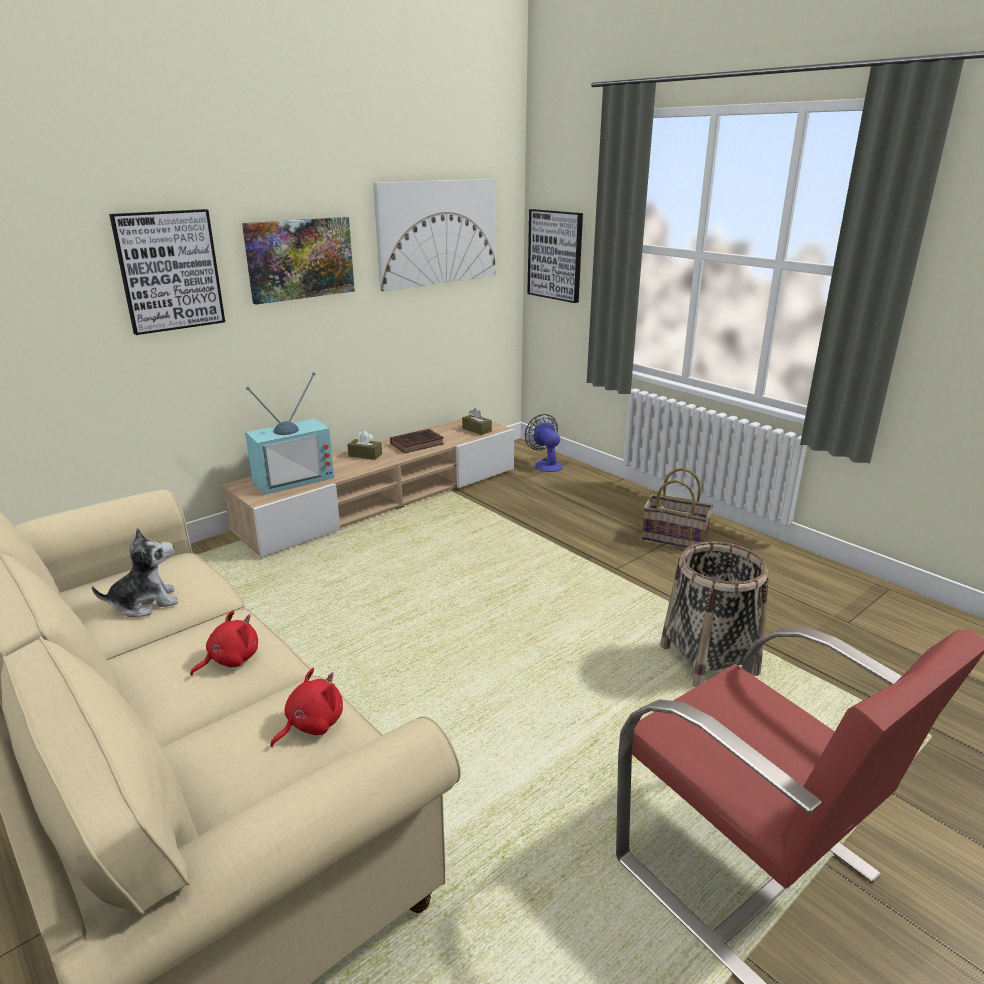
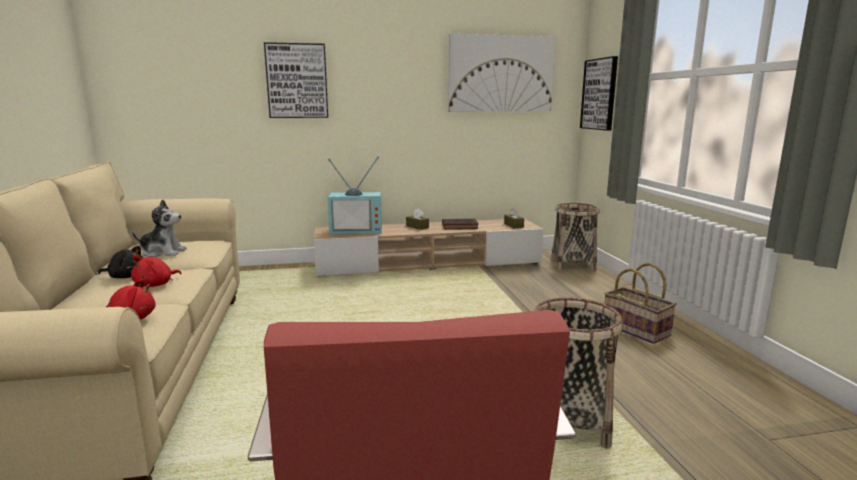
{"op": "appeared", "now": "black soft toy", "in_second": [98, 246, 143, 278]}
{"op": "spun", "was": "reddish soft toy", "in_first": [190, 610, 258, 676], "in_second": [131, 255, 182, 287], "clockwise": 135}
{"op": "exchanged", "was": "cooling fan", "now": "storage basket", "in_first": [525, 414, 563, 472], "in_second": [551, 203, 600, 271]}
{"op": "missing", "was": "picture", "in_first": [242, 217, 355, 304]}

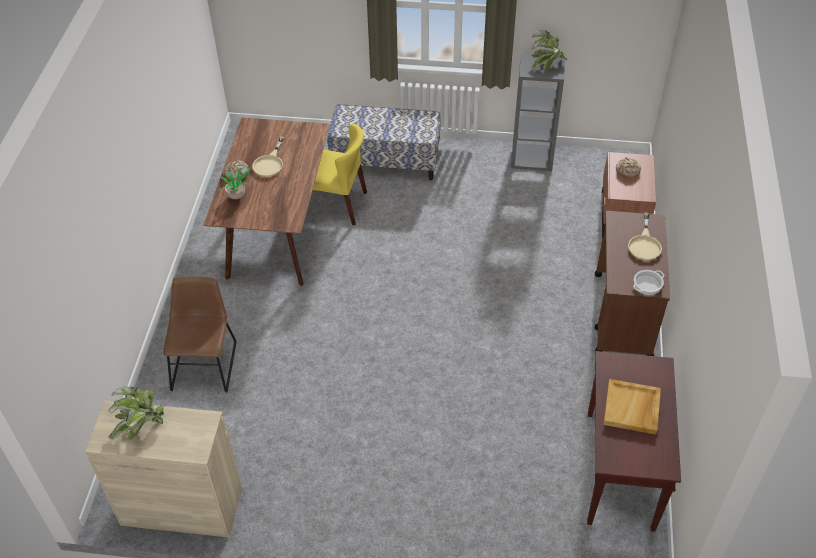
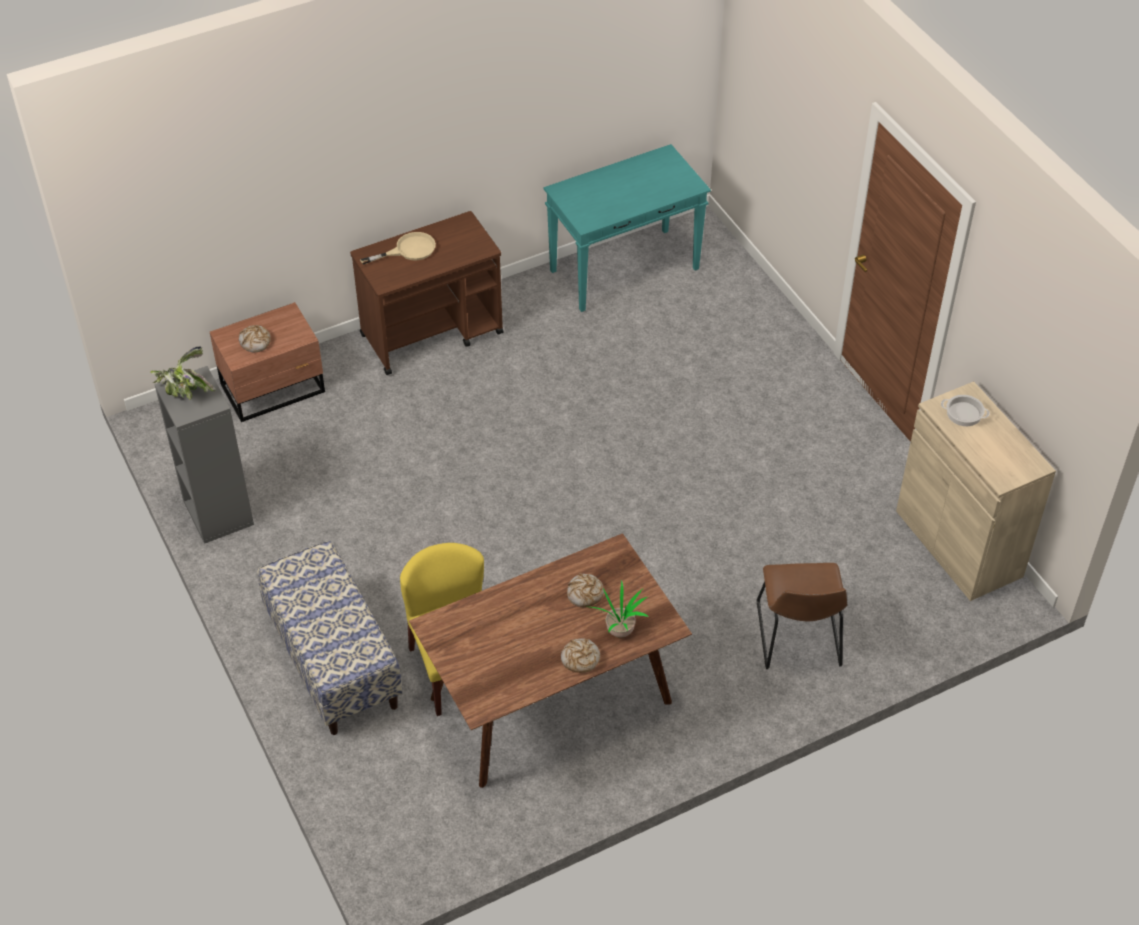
{"op": "colour", "was": "brown narrow table", "now": "blue-green narrow table", "in_first": [587, 351, 681, 532], "in_second": [544, 144, 711, 312]}
{"op": "appeared", "now": "baked bread", "in_second": [567, 573, 604, 607]}
{"op": "spun", "was": "brown plain chair", "in_first": [163, 276, 237, 392], "in_second": [757, 563, 848, 669], "clockwise": -60}
{"op": "relocated", "was": "cooking pot", "in_first": [633, 270, 665, 295], "in_second": [941, 395, 990, 427]}
{"op": "missing", "was": "plant in a pot", "in_first": [108, 386, 164, 440]}
{"op": "missing", "was": "sand-coloured skillet", "in_first": [252, 136, 285, 177]}
{"op": "missing", "was": "sand-coloured tray", "in_first": [603, 379, 661, 434]}

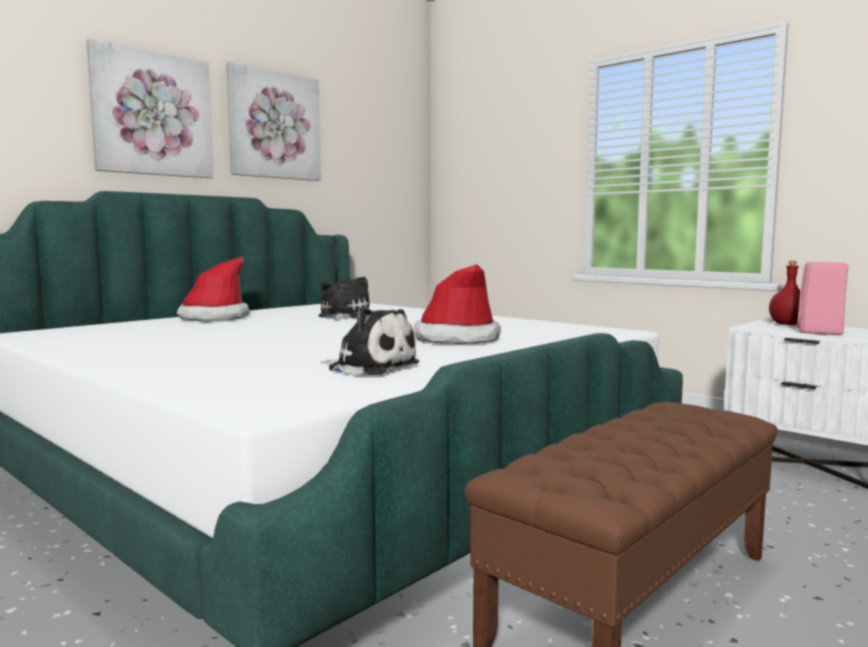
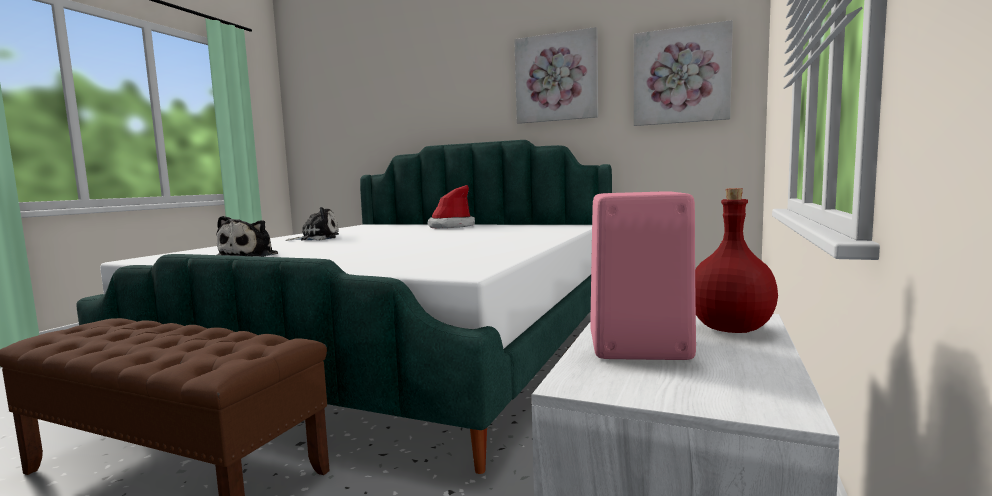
{"op": "relocated", "was": "soft toy", "in_first": [319, 276, 370, 321], "in_second": [286, 207, 339, 241]}
{"op": "relocated", "was": "picture", "in_first": [86, 38, 214, 178], "in_second": [634, 20, 733, 126]}
{"op": "missing", "was": "clothing hat", "in_first": [414, 264, 501, 344]}

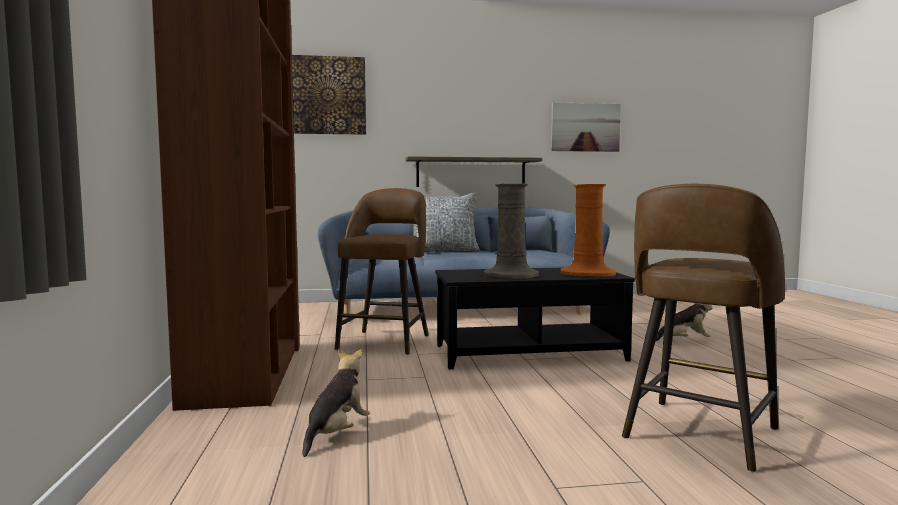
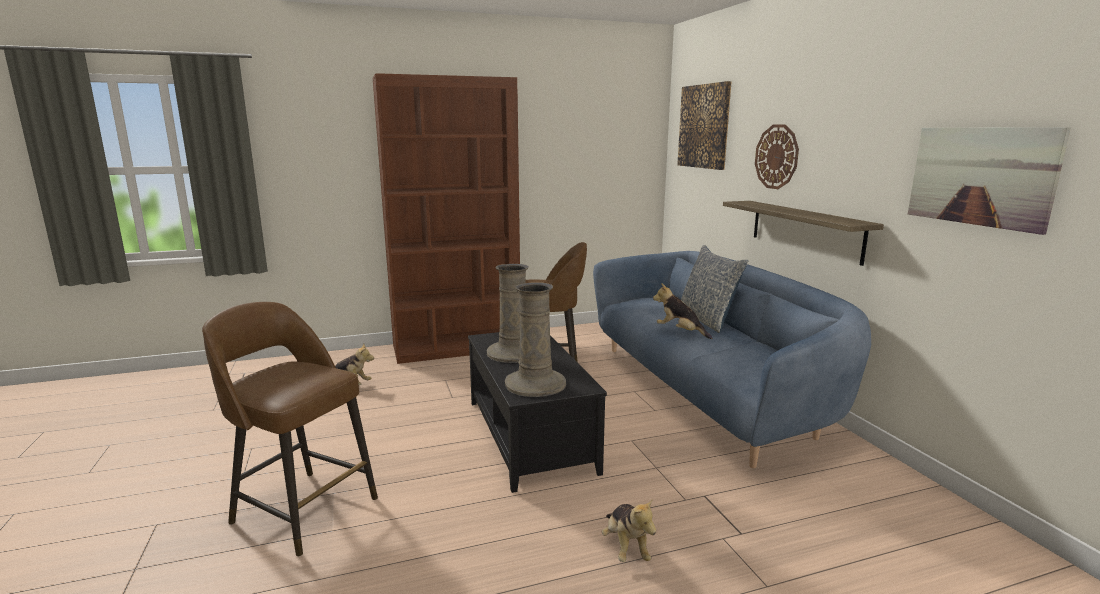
{"op": "colour", "was": "orangey flower vase", "now": "sand-coloured flower vase", "in_first": [560, 184, 616, 277], "in_second": [505, 282, 566, 397]}
{"op": "appeared", "now": "soft toy", "in_second": [653, 283, 712, 339]}
{"op": "appeared", "now": "hanging clock", "in_second": [755, 124, 799, 189]}

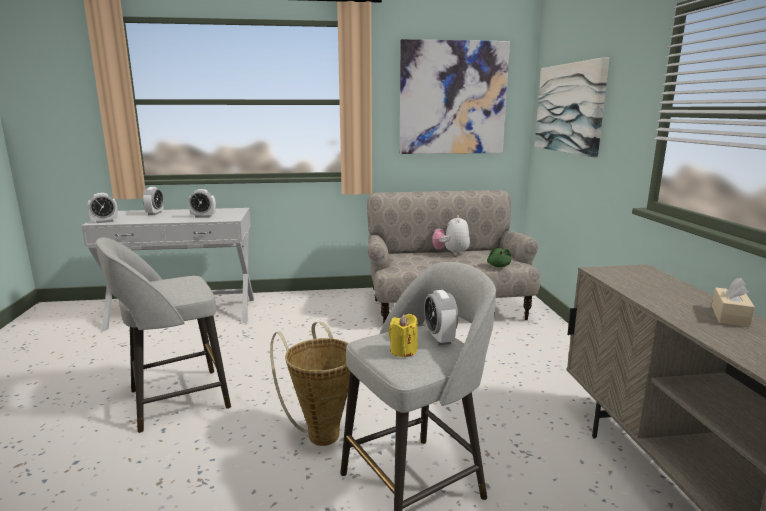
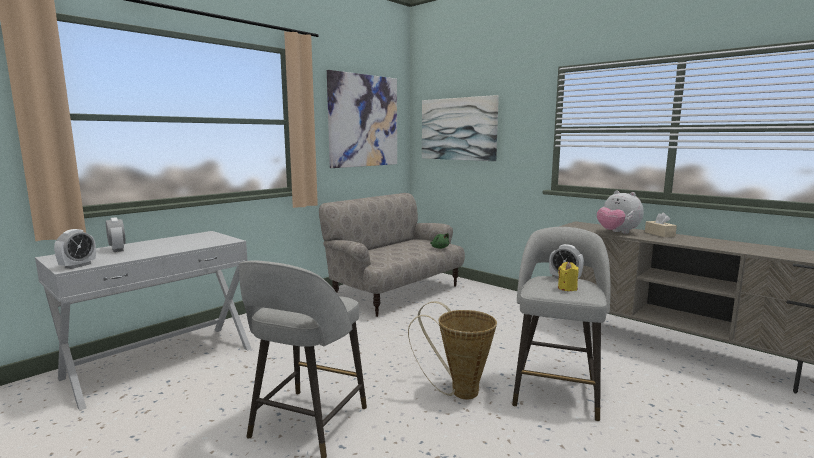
{"op": "relocated", "was": "soft toy", "in_first": [432, 215, 470, 256], "in_second": [597, 190, 644, 234]}
{"op": "missing", "was": "alarm clock", "in_first": [188, 189, 216, 218]}

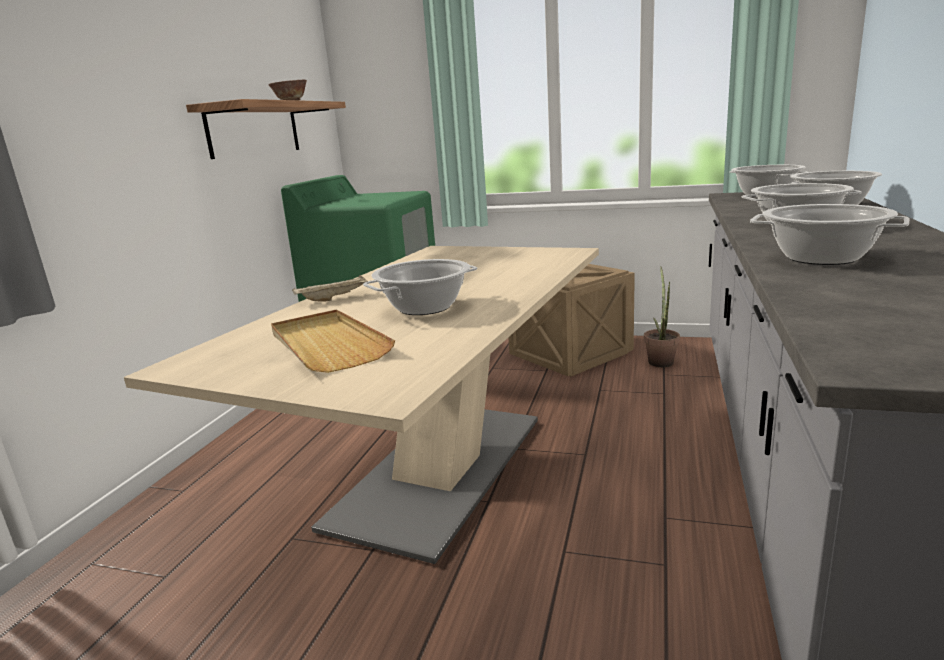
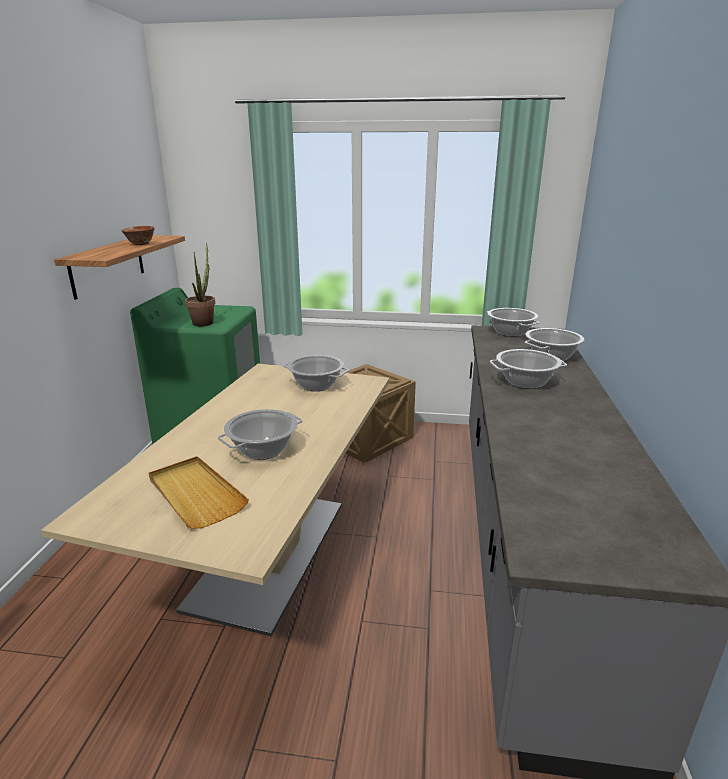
{"op": "relocated", "was": "plant in a pot", "in_first": [644, 266, 680, 367], "in_second": [185, 242, 215, 326]}
{"op": "relocated", "was": "cooking pot", "in_first": [750, 204, 910, 265], "in_second": [283, 355, 349, 391]}
{"op": "missing", "was": "sand-coloured tray", "in_first": [292, 275, 371, 301]}

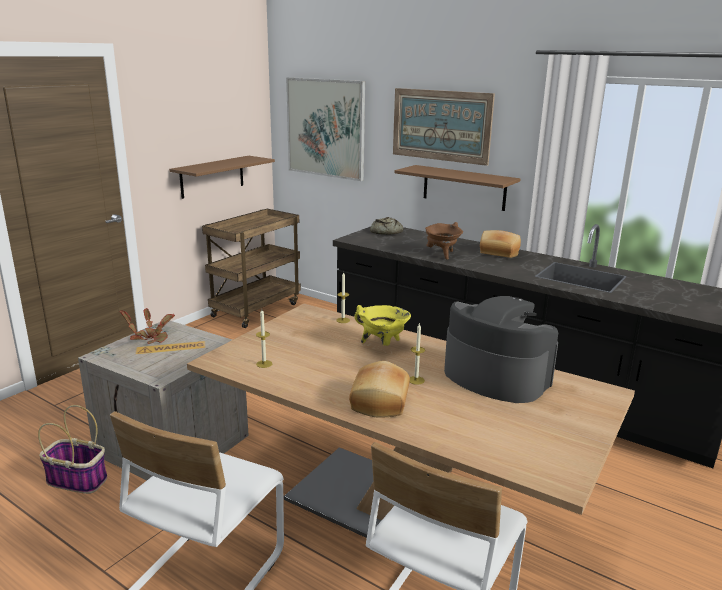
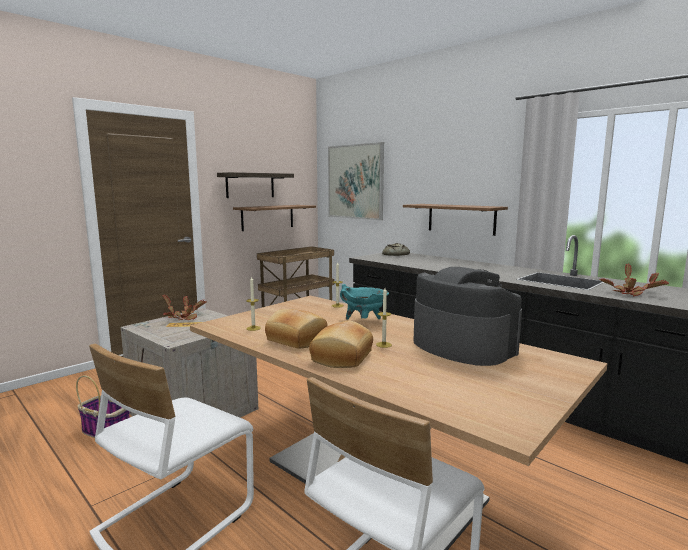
{"op": "appeared", "now": "bracket shelf", "in_second": [217, 172, 294, 198]}
{"op": "relocated", "was": "baked bread", "in_first": [480, 230, 521, 258], "in_second": [265, 309, 328, 349]}
{"op": "colour", "was": "yellow-coloured cooking pot", "now": "blue-green cooking pot", "in_first": [355, 305, 411, 346], "in_second": [340, 284, 389, 320]}
{"op": "appeared", "now": "plant in a pot", "in_second": [600, 264, 669, 296]}
{"op": "missing", "was": "picture", "in_first": [393, 88, 495, 166]}
{"op": "missing", "was": "brown cooking pot", "in_first": [425, 222, 463, 260]}

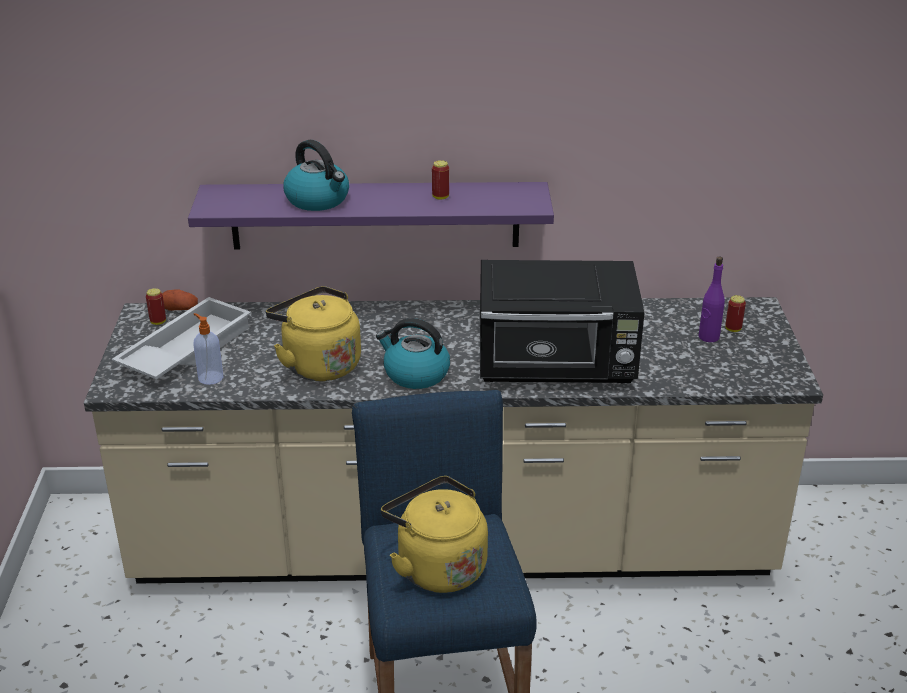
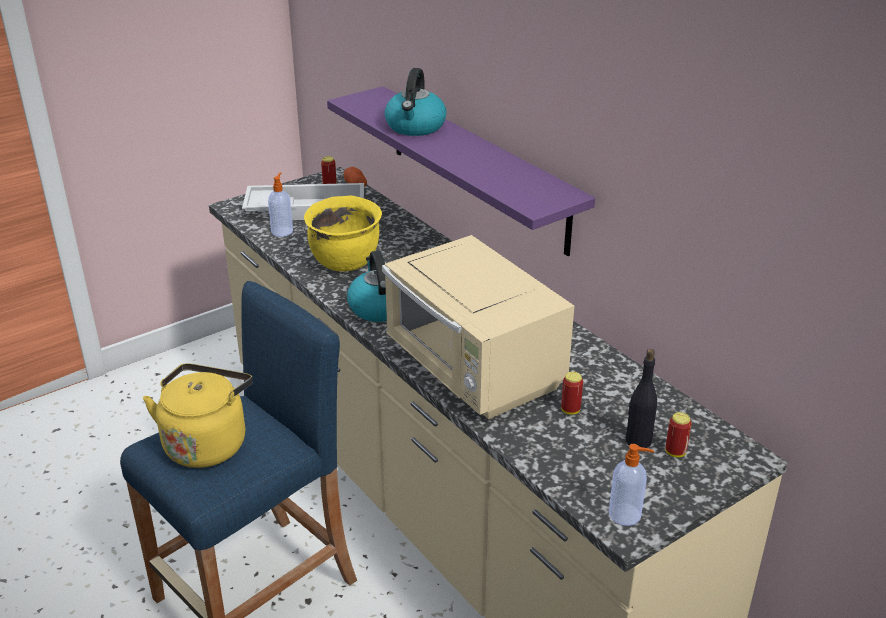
{"op": "exchanged", "was": "yellow-coloured kettle", "now": "yellow-coloured cooking pot", "in_first": [266, 286, 361, 381], "in_second": [304, 196, 382, 272]}
{"op": "colour", "was": "black kitchen microwave", "now": "sand-coloured kitchen microwave", "in_first": [480, 260, 645, 383], "in_second": [382, 235, 574, 419]}
{"op": "relocated", "was": "metal can", "in_first": [432, 160, 449, 200], "in_second": [561, 372, 583, 415]}
{"op": "appeared", "now": "liquid soap bottle", "in_second": [609, 444, 654, 526]}
{"op": "colour", "was": "purple bottle", "now": "black bottle", "in_first": [698, 256, 725, 342], "in_second": [626, 349, 657, 448]}

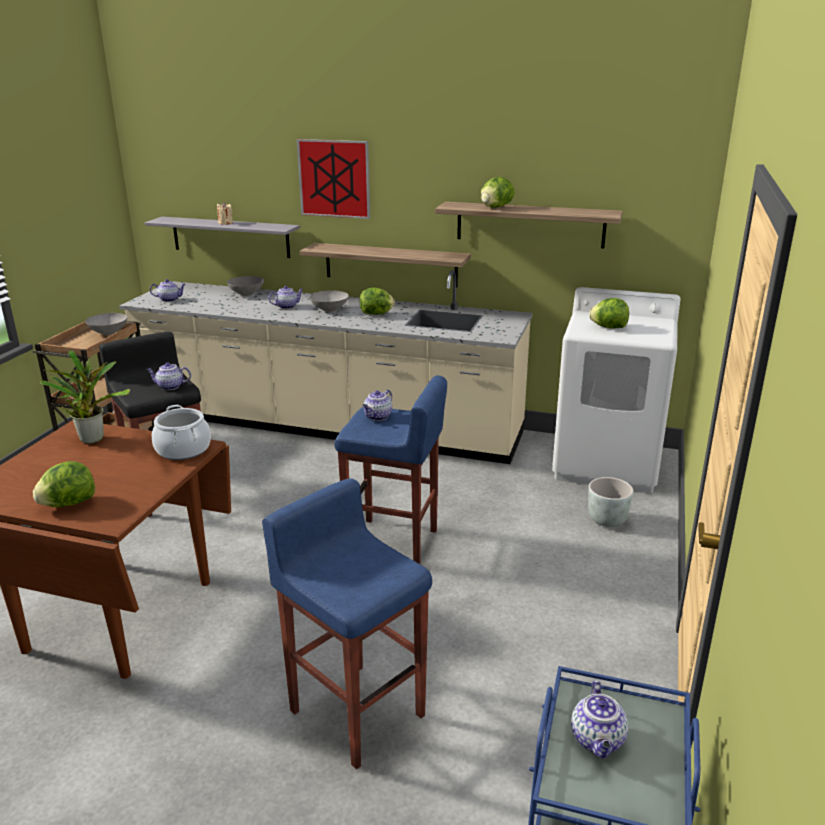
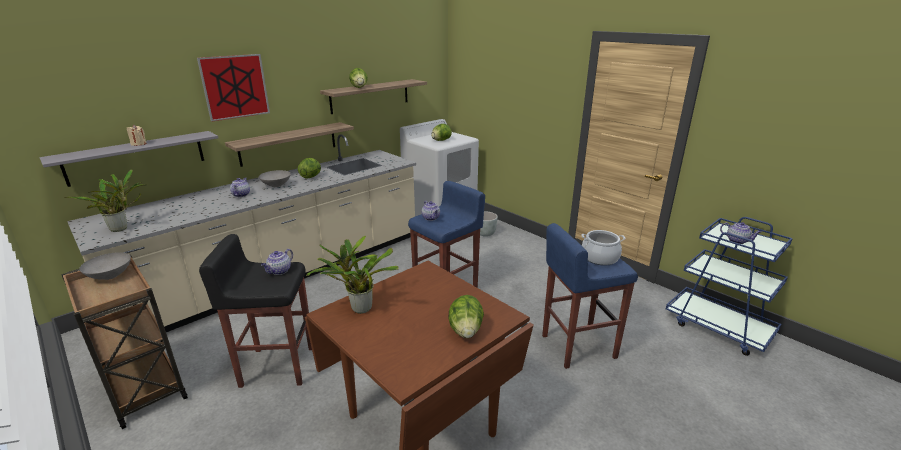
{"op": "exchanged", "was": "pot for tea", "now": "plant in a pot", "in_first": [150, 279, 186, 302], "in_second": [64, 169, 147, 232]}
{"op": "relocated", "was": "cooking pot", "in_first": [152, 405, 211, 460], "in_second": [581, 230, 626, 266]}
{"op": "missing", "was": "greyish serving bowl", "in_first": [227, 276, 264, 296]}

